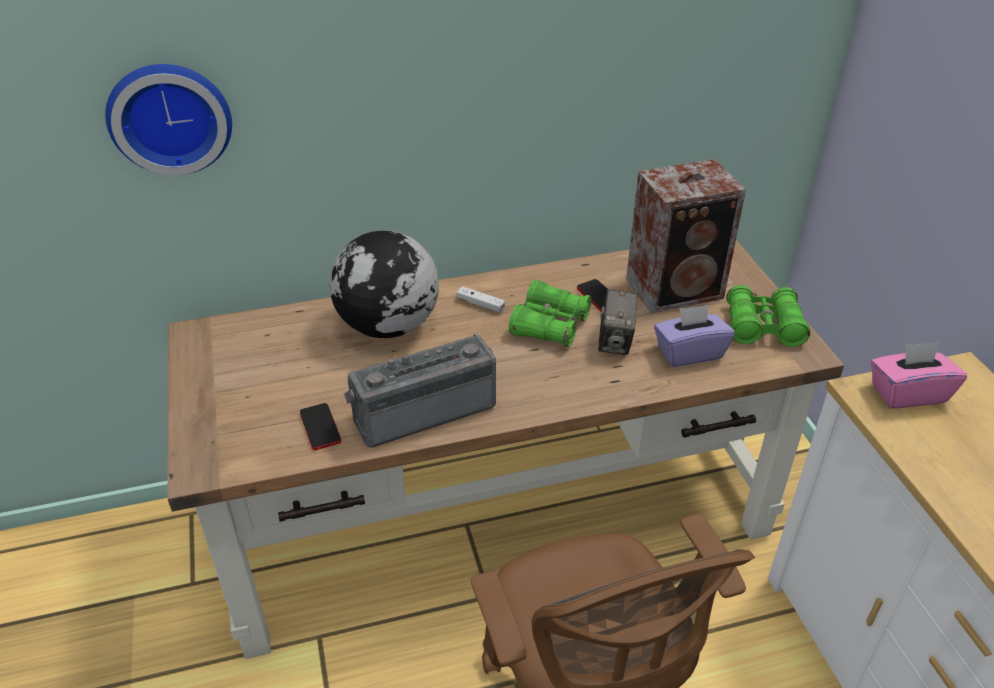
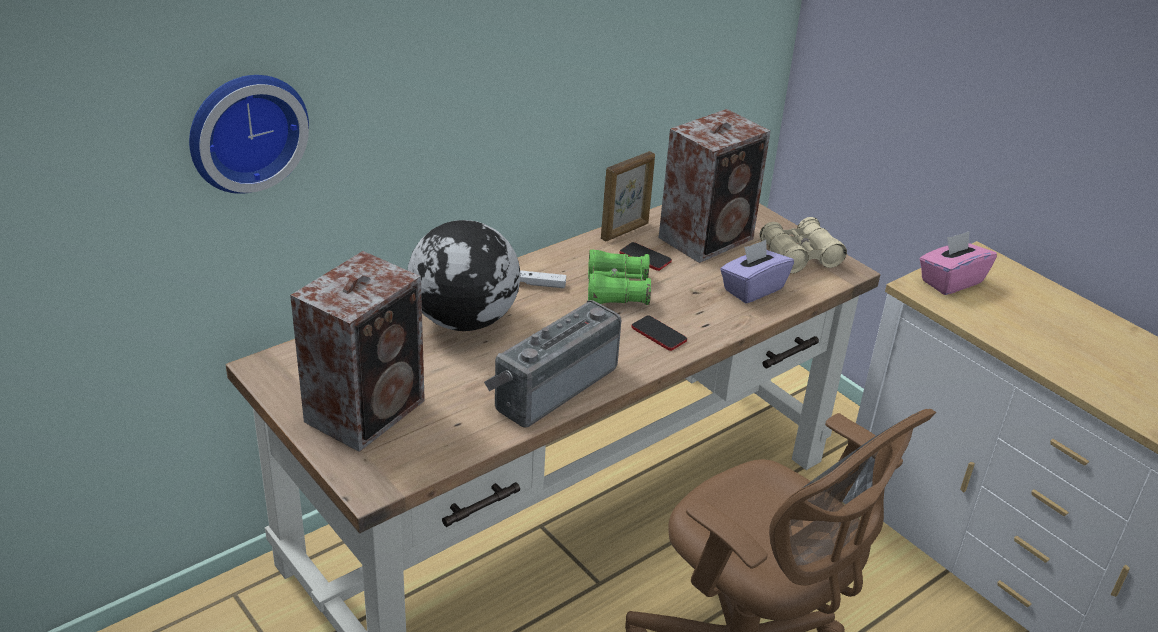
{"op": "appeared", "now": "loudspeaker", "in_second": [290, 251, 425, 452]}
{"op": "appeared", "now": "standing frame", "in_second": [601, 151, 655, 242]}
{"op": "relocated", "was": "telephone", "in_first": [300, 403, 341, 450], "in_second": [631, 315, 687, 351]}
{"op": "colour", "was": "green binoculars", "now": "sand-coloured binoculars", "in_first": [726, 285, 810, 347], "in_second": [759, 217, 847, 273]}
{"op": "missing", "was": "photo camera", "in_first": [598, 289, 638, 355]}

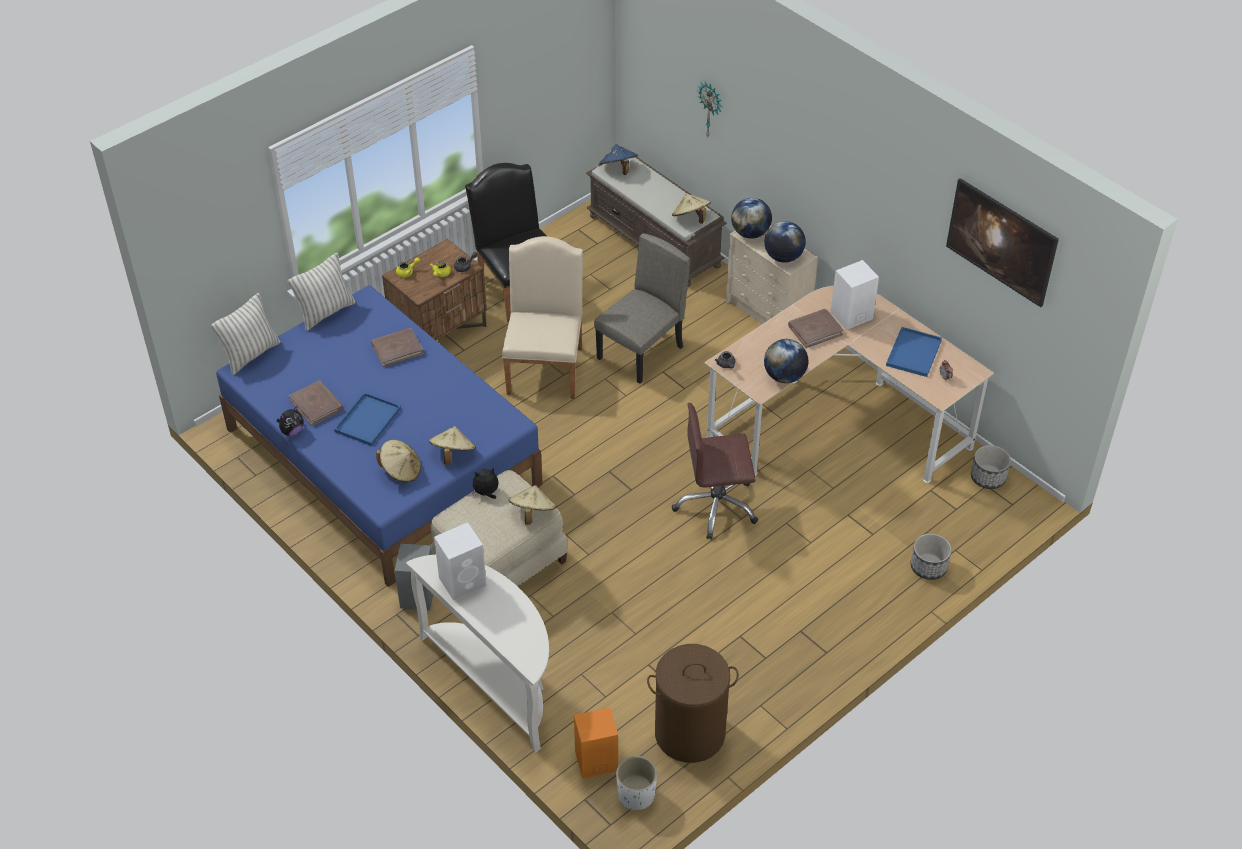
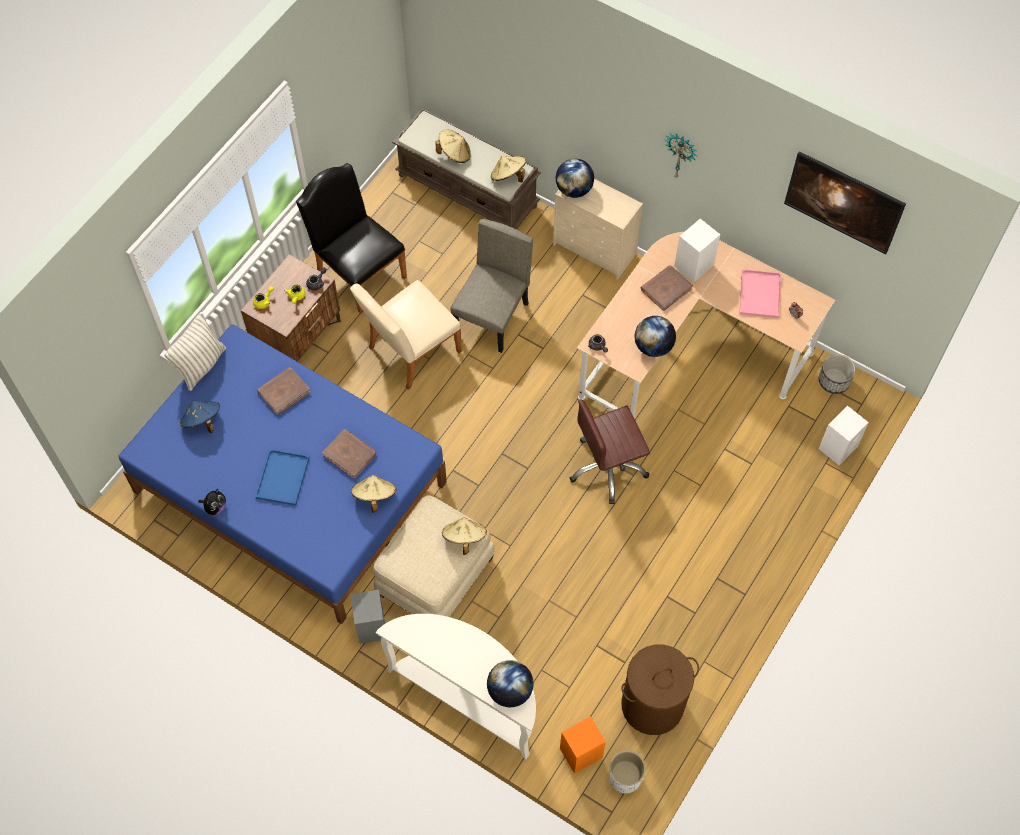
{"op": "relocated", "was": "bluish clothing hat", "in_first": [599, 144, 638, 175], "in_second": [180, 401, 220, 433]}
{"op": "relocated", "was": "brown book", "in_first": [289, 380, 343, 426], "in_second": [322, 429, 376, 479]}
{"op": "spun", "was": "sand-coloured plain chair", "in_first": [502, 236, 583, 399], "in_second": [350, 280, 462, 390], "clockwise": -120}
{"op": "relocated", "was": "sand-coloured clothing hat", "in_first": [376, 440, 421, 483], "in_second": [436, 129, 471, 163]}
{"op": "relocated", "was": "world globe", "in_first": [764, 221, 806, 263], "in_second": [487, 660, 534, 707]}
{"op": "relocated", "was": "hanging clock", "in_first": [696, 82, 722, 138], "in_second": [665, 134, 697, 177]}
{"op": "colour", "was": "bluish tray", "now": "pink tray", "in_first": [886, 327, 942, 377], "in_second": [739, 269, 781, 318]}
{"op": "relocated", "was": "whitish loudspeaker", "in_first": [434, 522, 487, 601], "in_second": [819, 406, 869, 465]}
{"op": "missing", "was": "cushion", "in_first": [211, 293, 280, 375]}
{"op": "missing", "was": "soft toy", "in_first": [472, 468, 498, 499]}
{"op": "missing", "was": "planter", "in_first": [911, 533, 952, 580]}

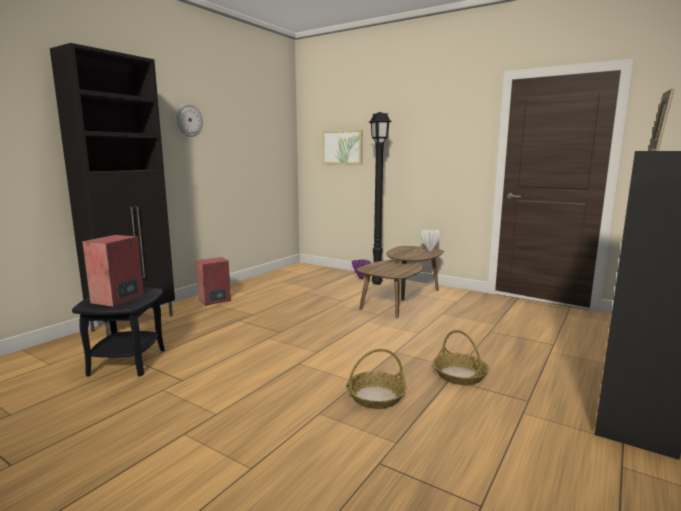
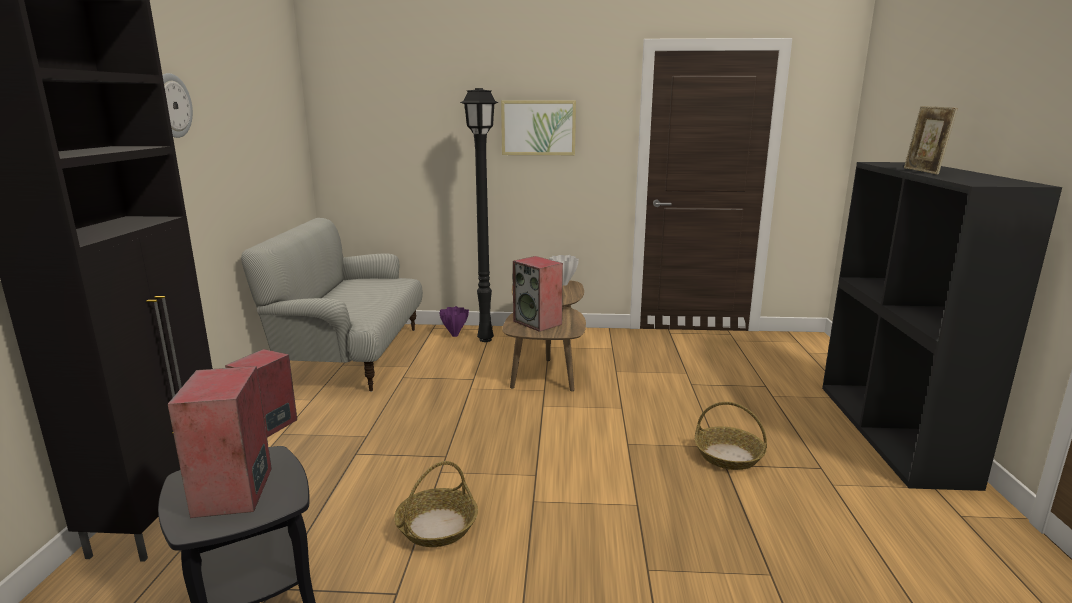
{"op": "appeared", "now": "settee", "in_second": [241, 218, 423, 392]}
{"op": "relocated", "was": "storage basket", "in_first": [346, 349, 406, 409], "in_second": [394, 461, 478, 547]}
{"op": "relocated", "was": "picture", "in_first": [322, 130, 363, 165], "in_second": [501, 100, 576, 155]}
{"op": "appeared", "now": "loudspeaker", "in_second": [513, 256, 563, 332]}

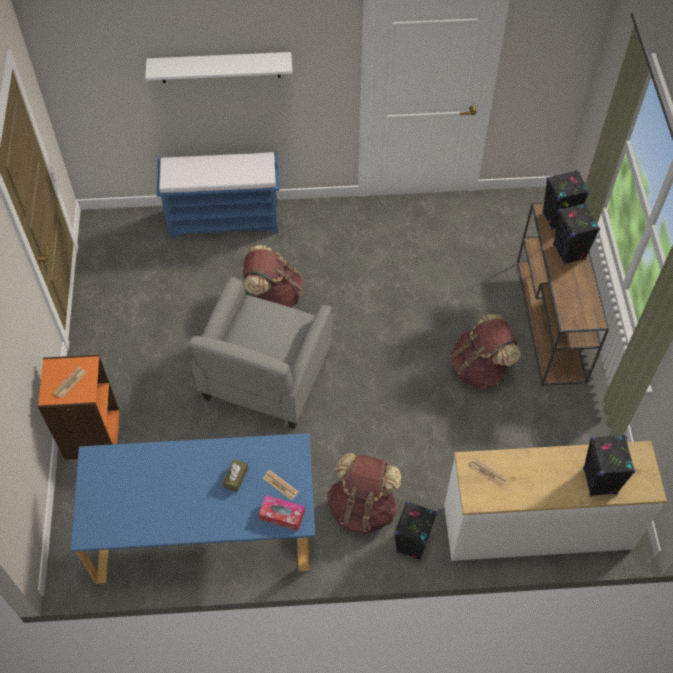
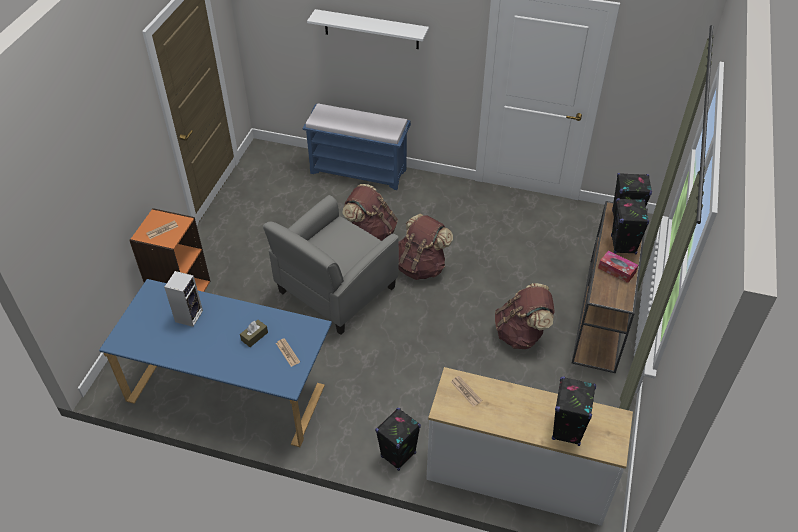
{"op": "appeared", "now": "loudspeaker", "in_second": [164, 271, 203, 327]}
{"op": "relocated", "was": "brown backpack", "in_first": [327, 453, 401, 534], "in_second": [398, 214, 453, 280]}
{"op": "relocated", "was": "tissue holder", "in_first": [259, 495, 305, 531], "in_second": [598, 250, 638, 283]}

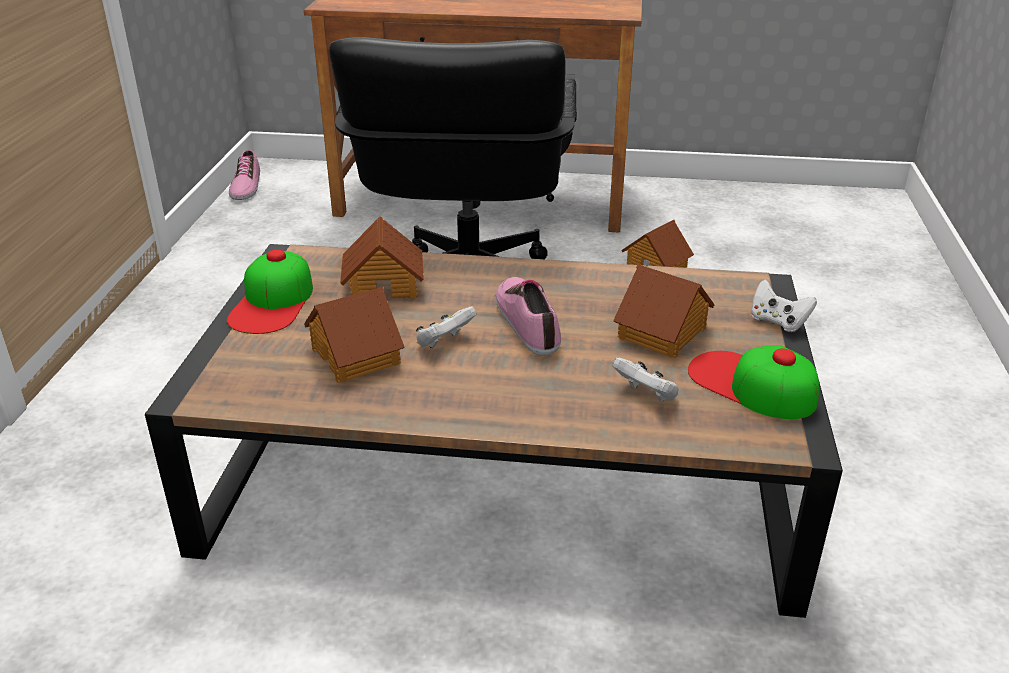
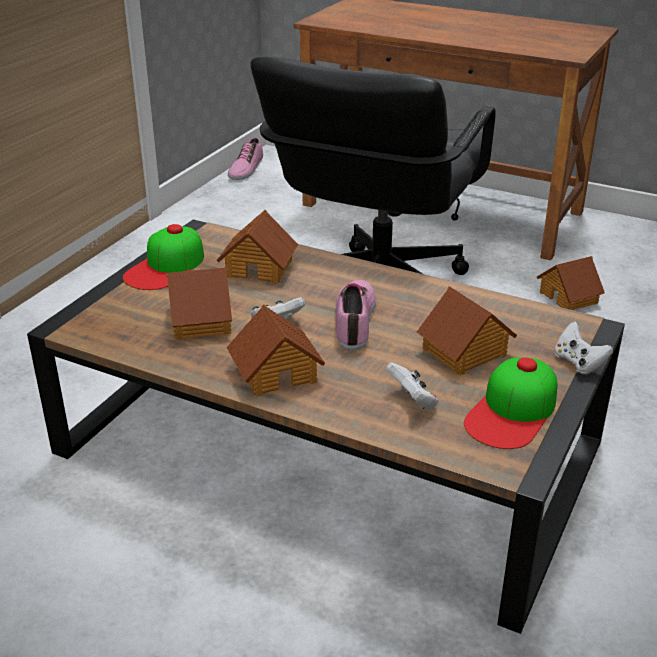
{"op": "appeared", "now": "model house", "in_second": [227, 304, 325, 397]}
{"op": "spun", "was": "baseball cap", "in_first": [688, 345, 819, 419], "in_second": [464, 357, 557, 449], "clockwise": -120}

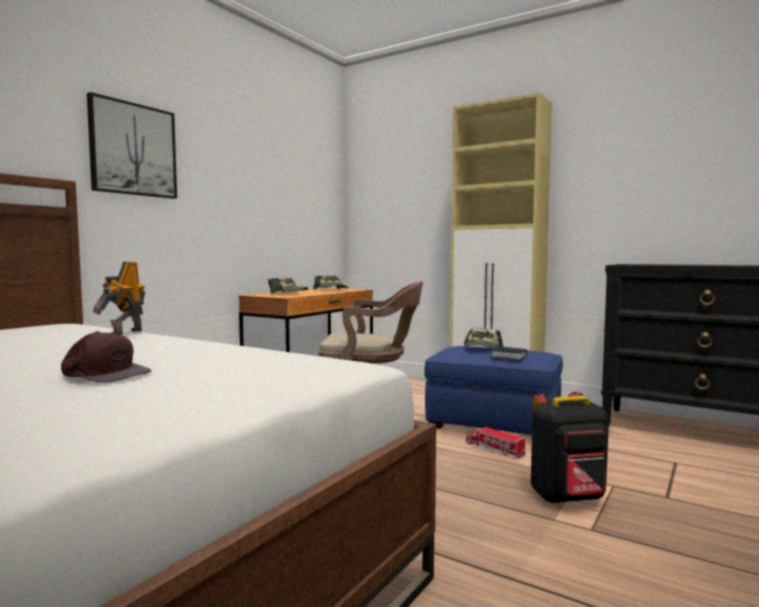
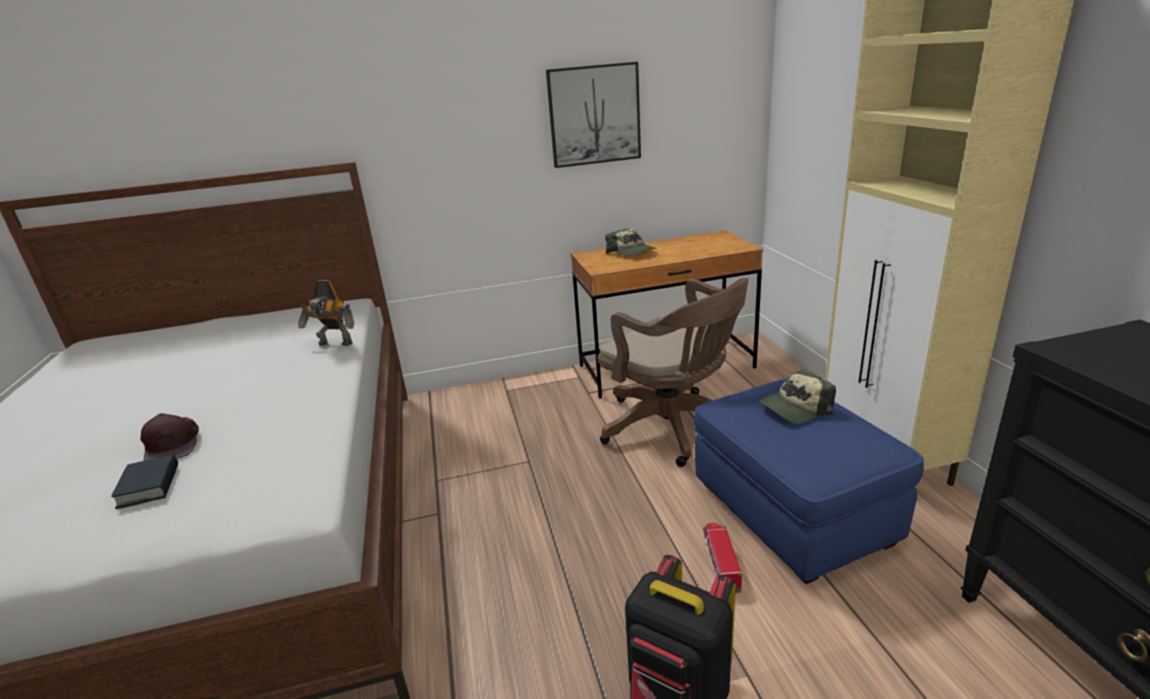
{"op": "relocated", "was": "book", "in_first": [491, 346, 527, 360], "in_second": [111, 455, 178, 509]}
{"op": "spun", "was": "toy robot", "in_first": [93, 262, 145, 335], "in_second": [298, 280, 354, 346], "clockwise": -135}
{"op": "relocated", "was": "picture", "in_first": [87, 92, 177, 199], "in_second": [546, 62, 641, 168]}
{"op": "missing", "was": "baseball cap", "in_first": [313, 275, 349, 289]}

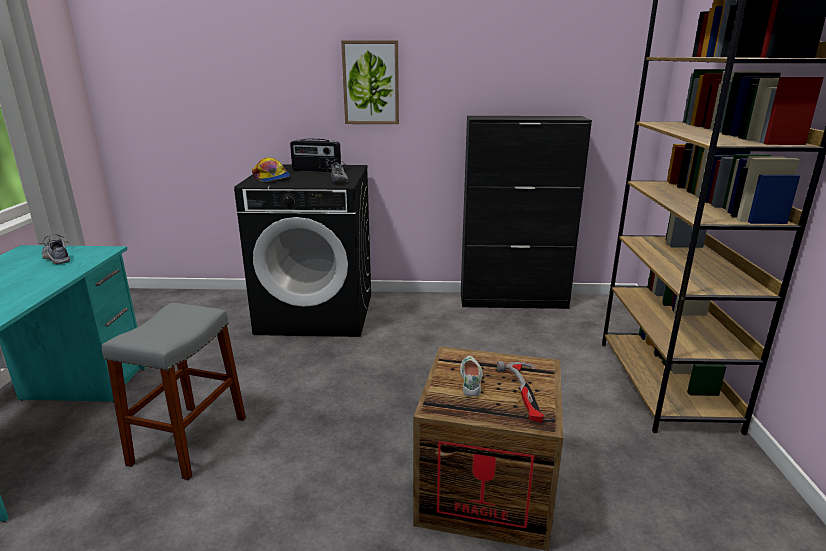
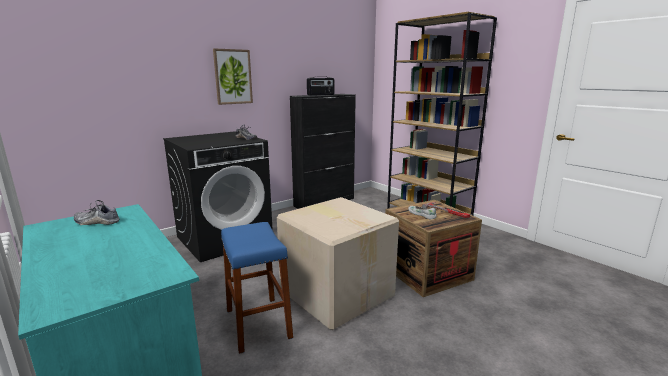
{"op": "colour", "was": "greyish stool seat", "now": "bluish stool seat", "in_first": [102, 303, 246, 480], "in_second": [221, 222, 293, 354]}
{"op": "appeared", "now": "carton", "in_second": [277, 197, 399, 330]}
{"op": "relocated", "was": "radio receiver", "in_first": [290, 138, 341, 172], "in_second": [307, 76, 334, 96]}
{"op": "missing", "was": "baseball cap", "in_first": [252, 157, 290, 182]}

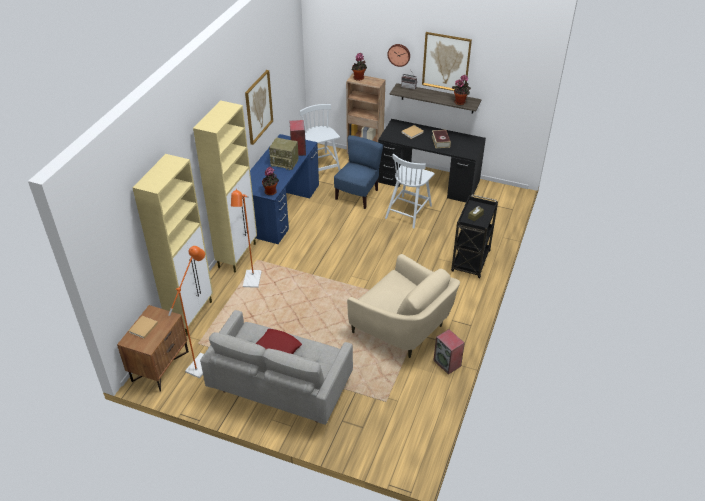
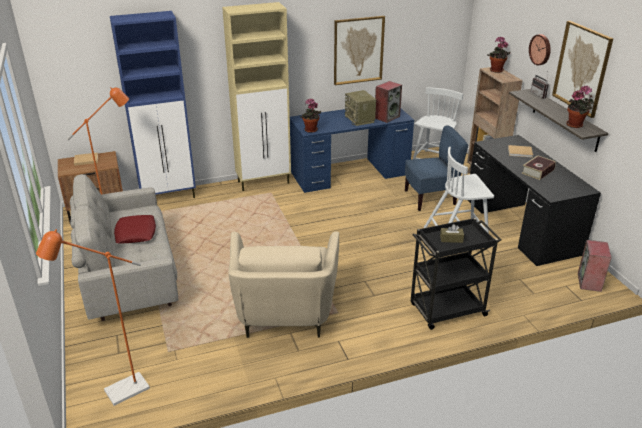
{"op": "relocated", "was": "orangey standard lamp", "in_first": [231, 188, 262, 288], "in_second": [36, 229, 150, 406]}
{"op": "colour", "was": "sand-coloured storage cabinet", "now": "bluish storage cabinet", "in_first": [132, 154, 213, 336], "in_second": [110, 11, 196, 198]}
{"op": "relocated", "was": "loudspeaker", "in_first": [433, 329, 465, 375], "in_second": [578, 240, 612, 292]}

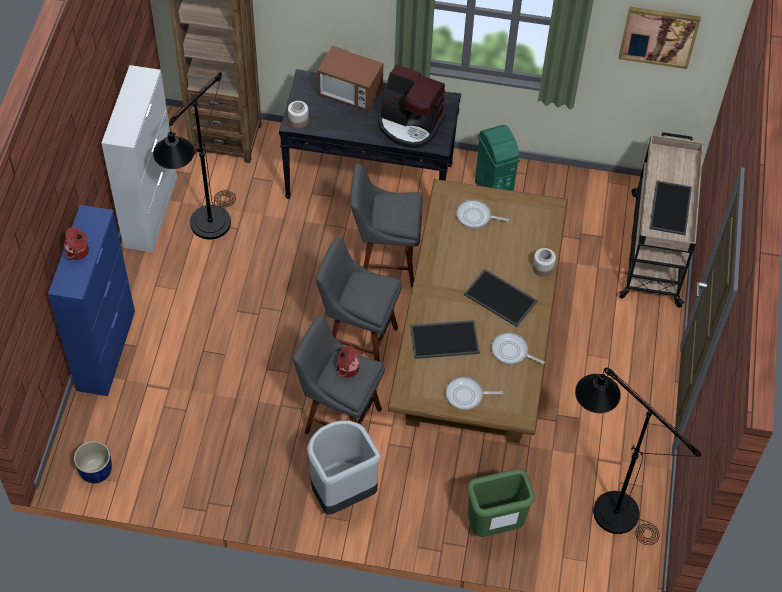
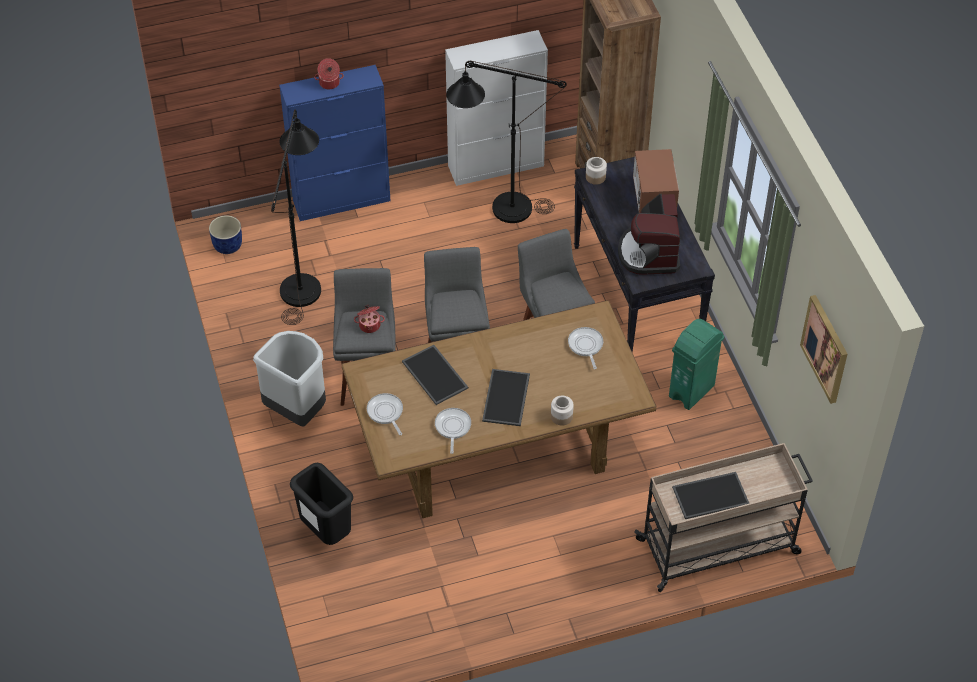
{"op": "relocated", "was": "black standard lamp", "in_first": [575, 367, 701, 545], "in_second": [271, 109, 321, 325]}
{"op": "colour", "was": "green trash can", "now": "black trash can", "in_first": [467, 469, 535, 537], "in_second": [290, 463, 353, 545]}

